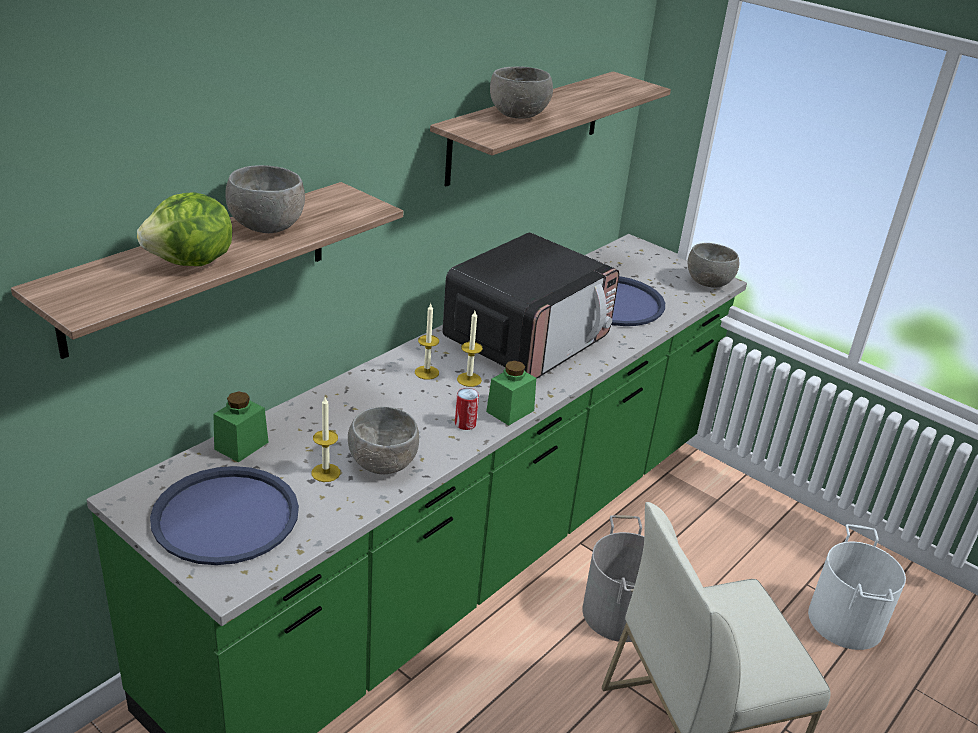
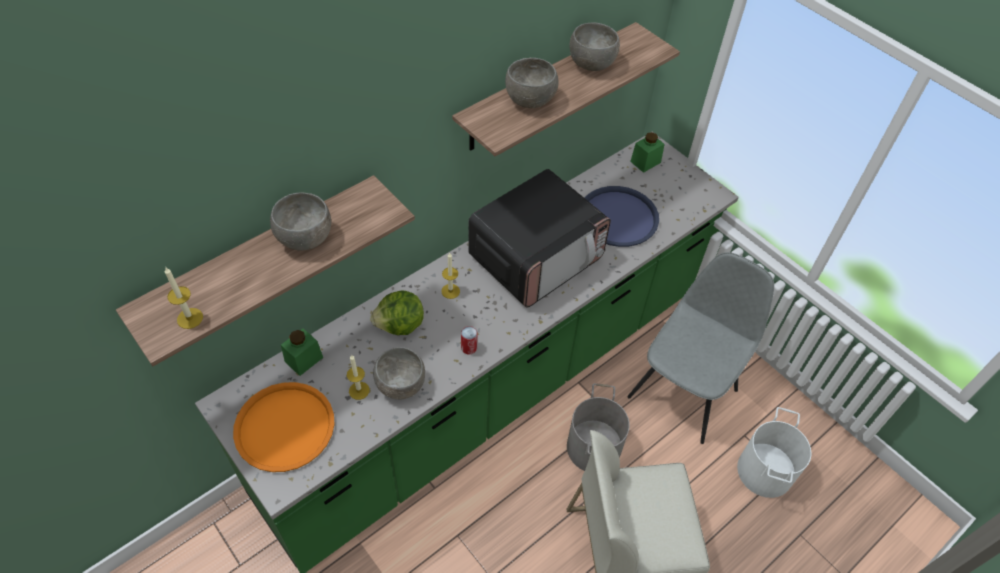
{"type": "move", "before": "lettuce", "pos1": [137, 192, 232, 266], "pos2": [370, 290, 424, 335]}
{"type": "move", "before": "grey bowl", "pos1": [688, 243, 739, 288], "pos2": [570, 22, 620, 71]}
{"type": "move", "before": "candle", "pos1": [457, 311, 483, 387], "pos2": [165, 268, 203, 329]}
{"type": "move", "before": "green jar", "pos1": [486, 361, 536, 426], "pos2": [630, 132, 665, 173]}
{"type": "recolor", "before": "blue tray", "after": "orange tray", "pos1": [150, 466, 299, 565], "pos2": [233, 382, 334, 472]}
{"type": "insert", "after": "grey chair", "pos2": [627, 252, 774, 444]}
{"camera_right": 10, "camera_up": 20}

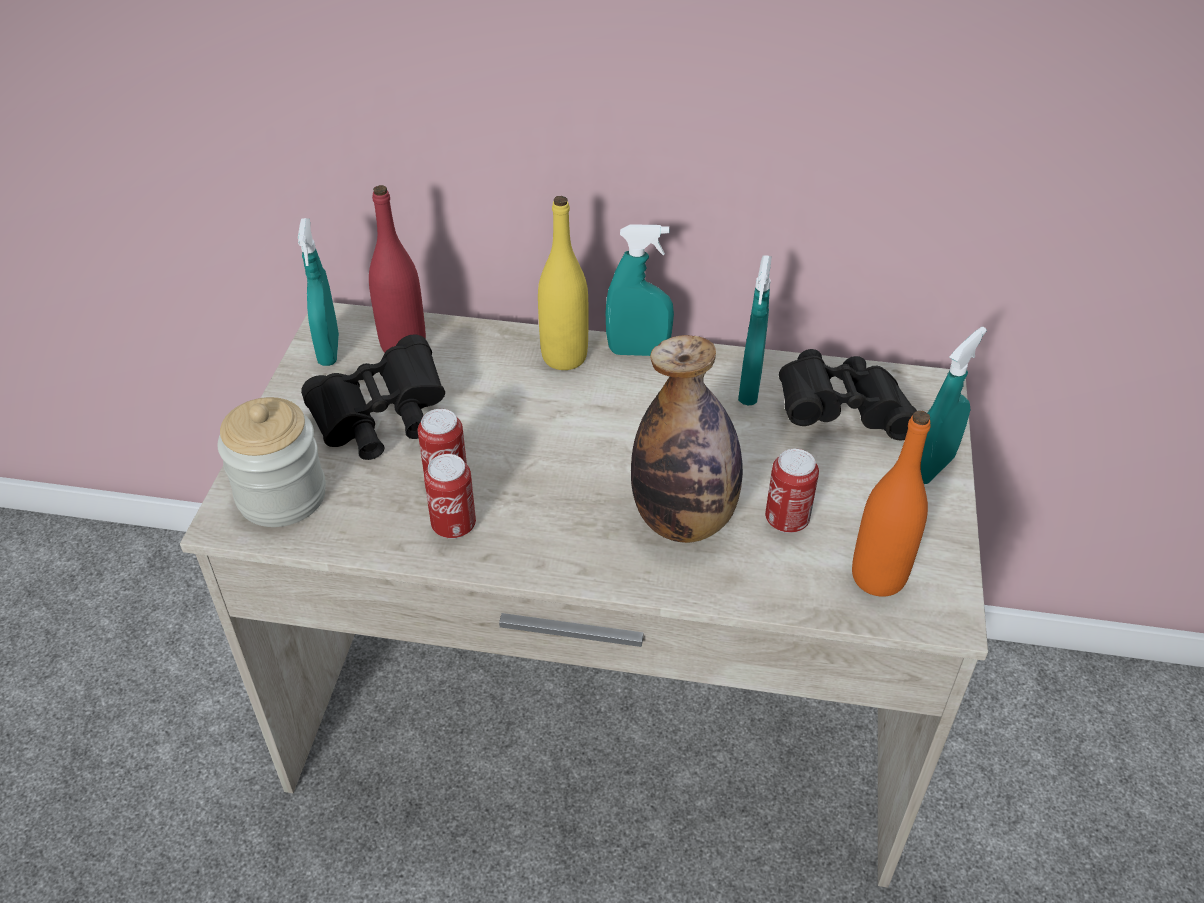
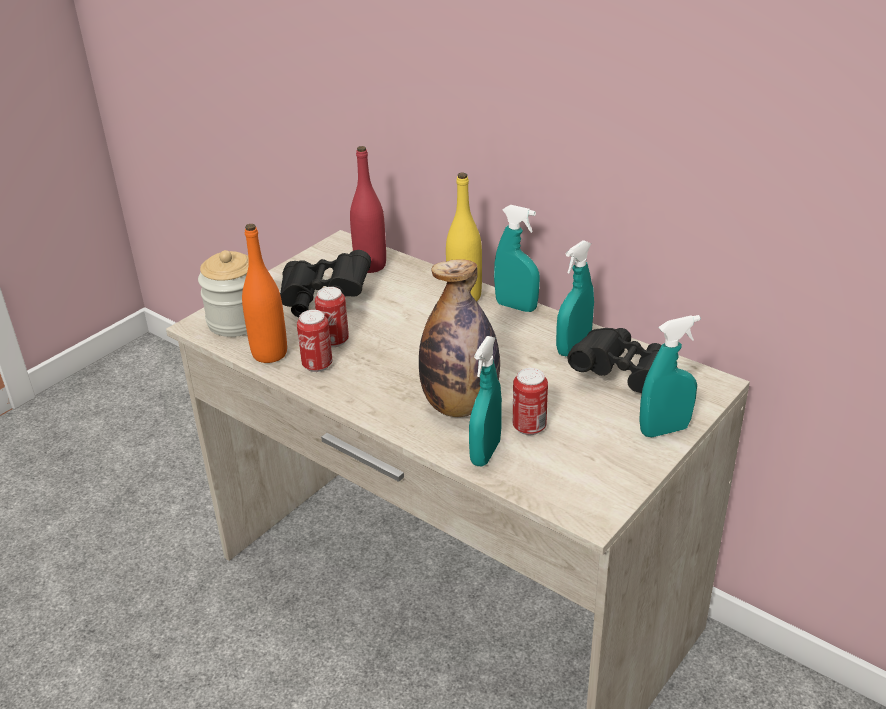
{"type": "move", "before": "turquoise spray bottle", "pos1": [298, 218, 339, 366], "pos2": [469, 336, 502, 466]}
{"type": "move", "before": "orange bottle", "pos1": [852, 411, 931, 597], "pos2": [242, 224, 287, 363]}
{"camera_right": 30, "camera_up": -10}

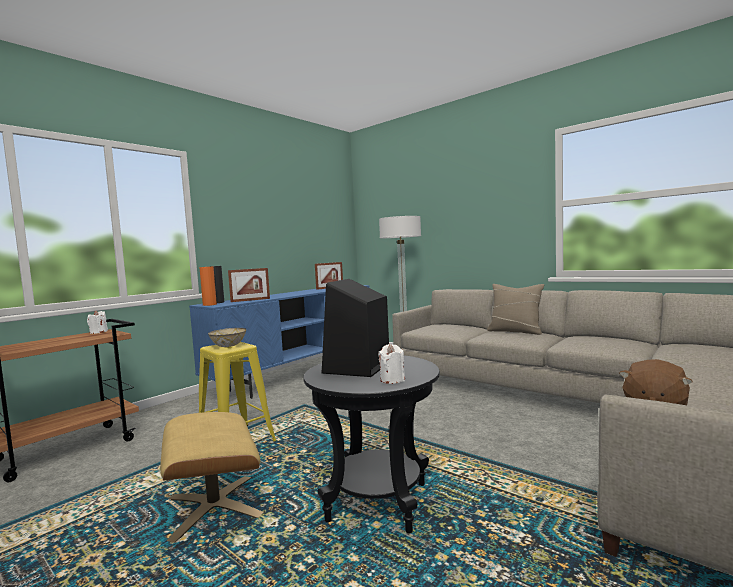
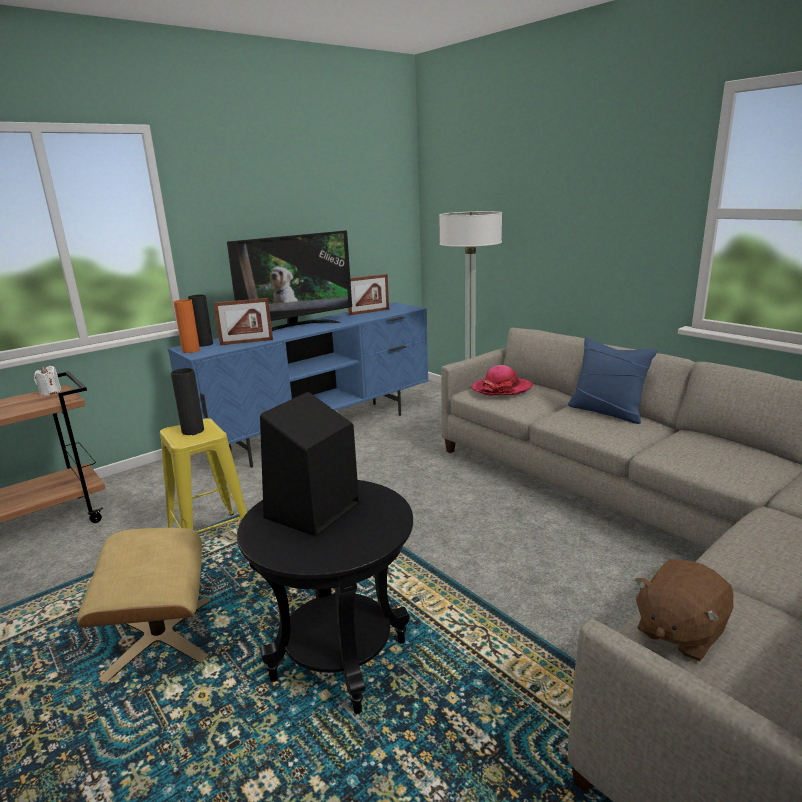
{"type": "recolor", "before": "beige pillow", "after": "blue pillow", "pos1": [487, 284, 544, 335], "pos2": [568, 338, 657, 424]}
{"type": "replace", "before": "bowl", "after": "black vase", "pos1": [208, 328, 246, 347], "pos2": [171, 368, 204, 435]}
{"type": "delete", "before": "white candle", "pos1": [378, 344, 405, 384]}
{"type": "insert", "after": "television", "pos2": [227, 231, 352, 331]}
{"type": "insert", "after": "hat", "pos2": [471, 365, 533, 396]}
{"camera_right": 10, "camera_up": 15}

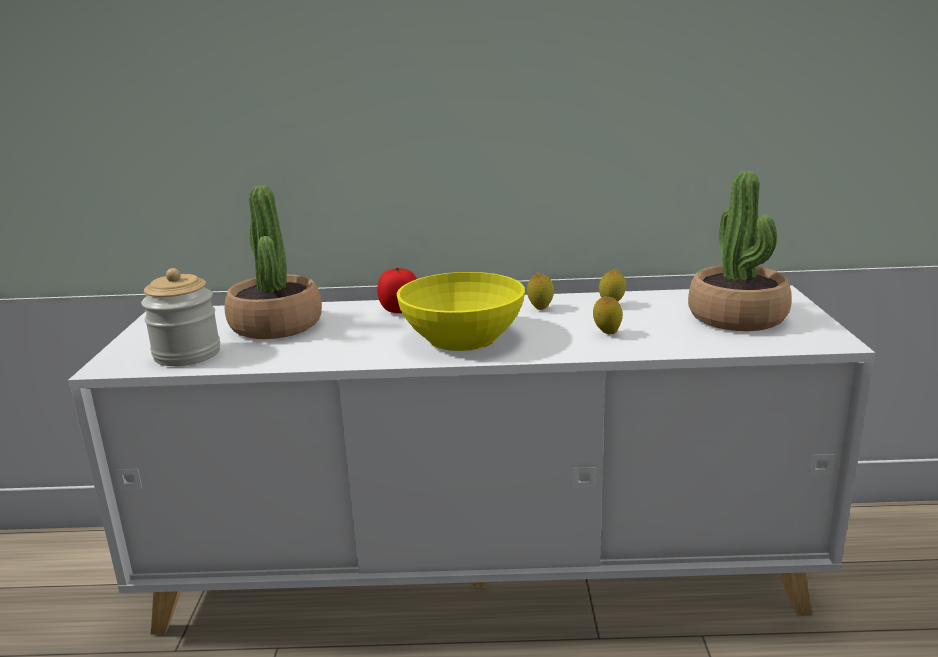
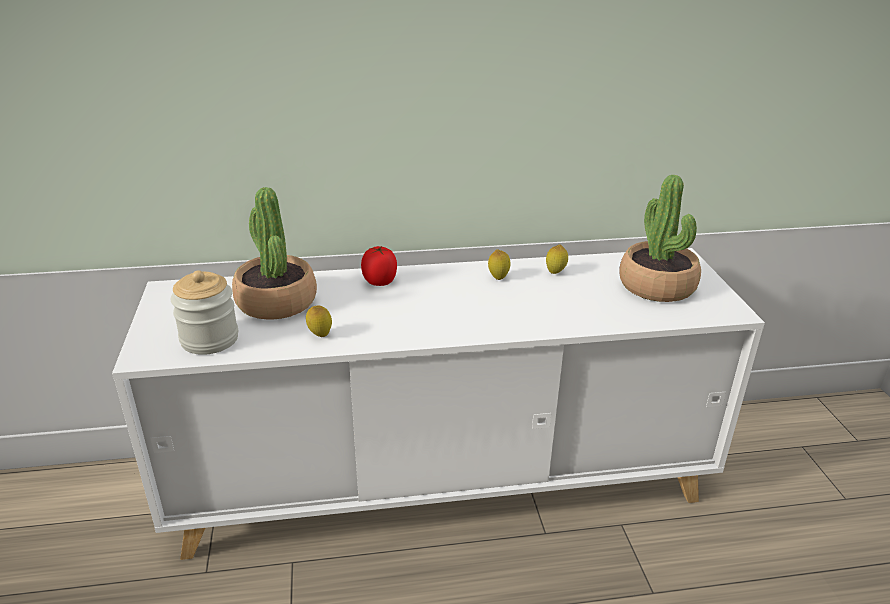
{"type": "delete", "before": "yellow bowl", "pos1": [397, 272, 525, 351]}
{"type": "move", "before": "lemon", "pos1": [593, 297, 623, 334], "pos2": [306, 305, 332, 337]}
{"camera_right": -10, "camera_up": 10}

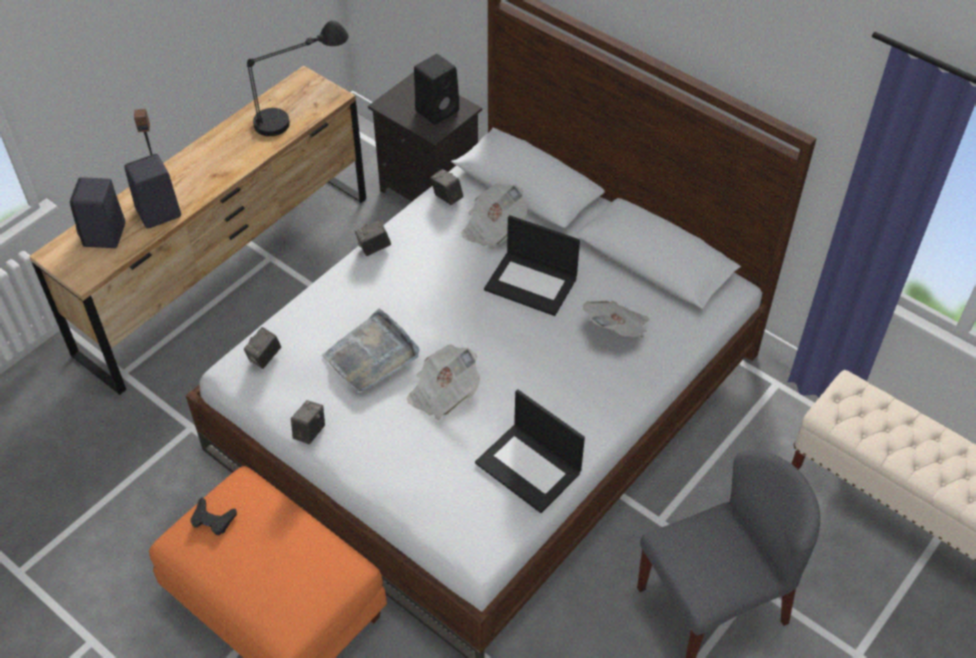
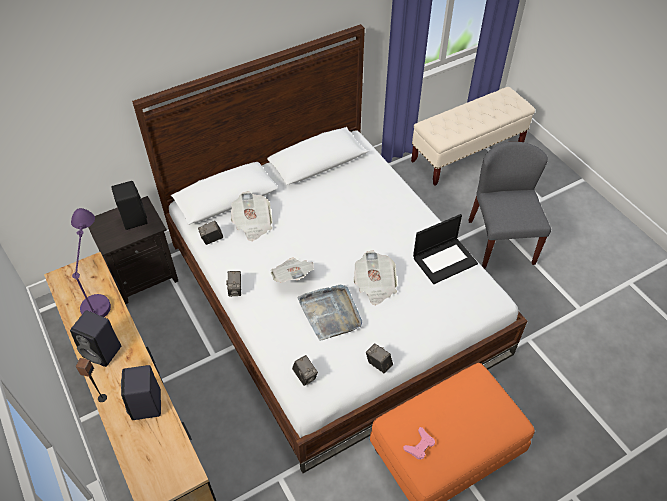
{"type": "recolor", "before": "black table lamp", "after": "purple table lamp", "pos1": [247, 20, 349, 136], "pos2": [71, 208, 111, 317]}
{"type": "move", "before": "black speaker", "pos1": [70, 177, 125, 248], "pos2": [70, 310, 121, 367]}
{"type": "delete", "before": "laptop", "pos1": [484, 215, 580, 316]}
{"type": "move", "before": "newspaper", "pos1": [583, 300, 649, 338], "pos2": [271, 258, 314, 282]}
{"type": "recolor", "before": "black game controller", "after": "pink game controller", "pos1": [190, 497, 237, 535], "pos2": [403, 427, 435, 460]}
{"camera_right": -70, "camera_up": 0}

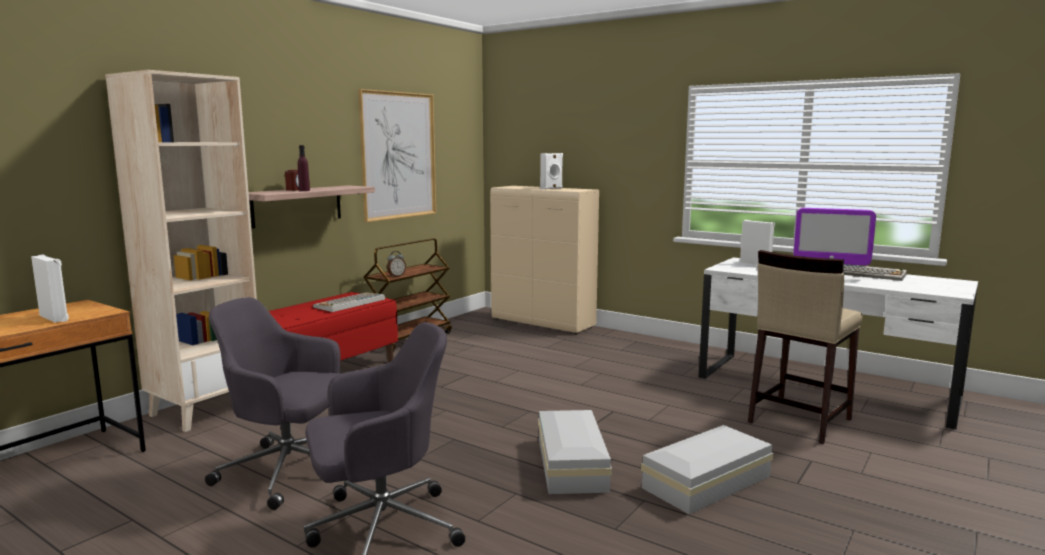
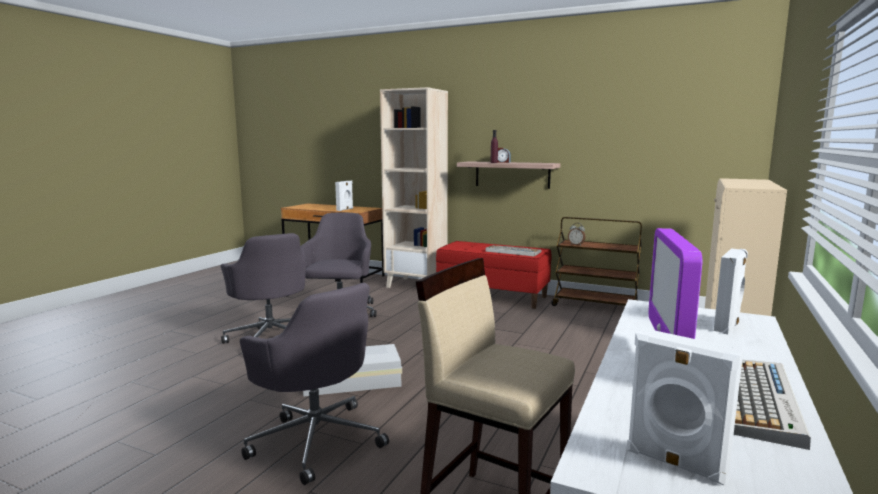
{"type": "delete", "before": "picture", "pos1": [358, 89, 436, 222]}
{"type": "move", "before": "white speaker", "pos1": [540, 153, 563, 189], "pos2": [627, 328, 743, 486]}
{"type": "replace", "before": "white storage box", "after": "grey office chair", "pos1": [641, 425, 773, 514], "pos2": [240, 283, 389, 485]}
{"camera_right": 80, "camera_up": 0}

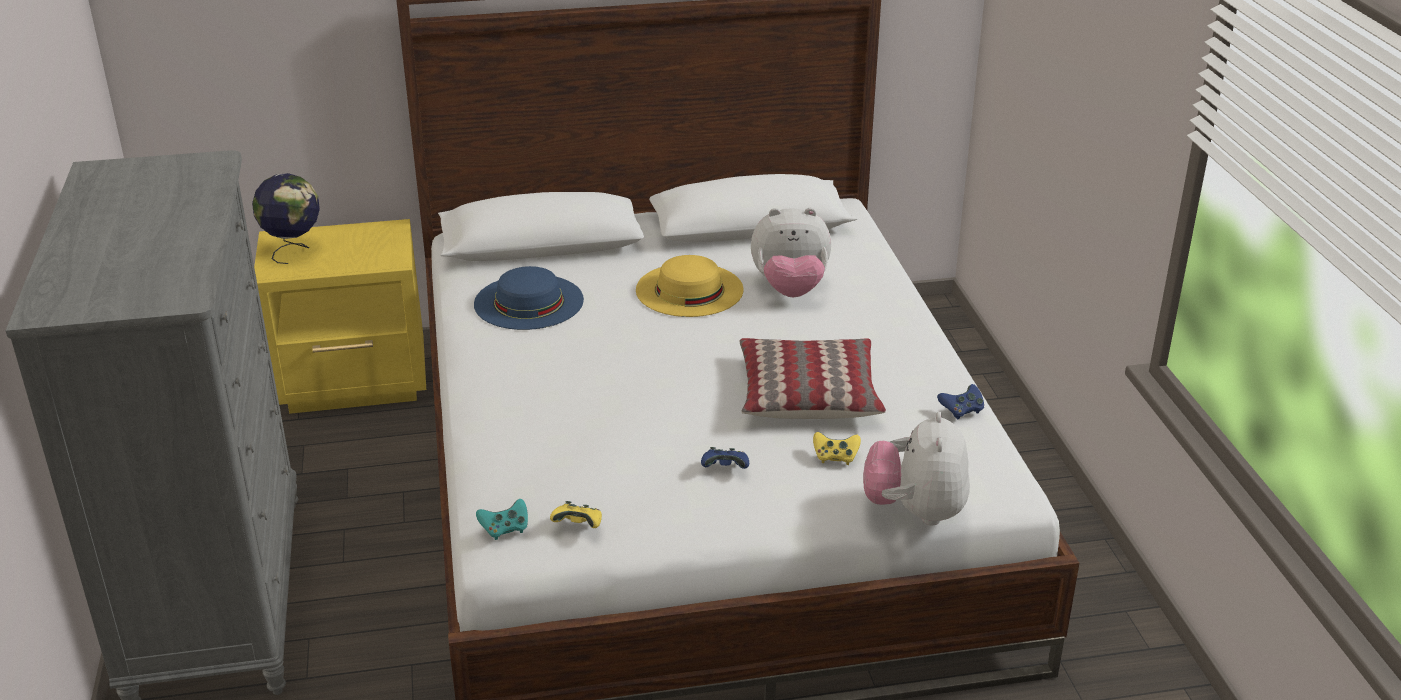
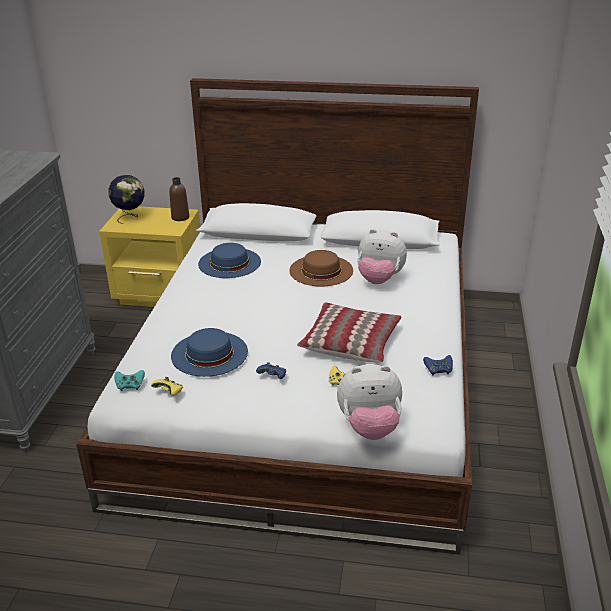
{"type": "recolor", "before": "yellow hat", "after": "brown hat", "pos1": [636, 255, 744, 317], "pos2": [289, 250, 353, 287]}
{"type": "rotate", "before": "plush toy", "pos1": [864, 412, 970, 525], "pos2": [337, 364, 402, 440], "turn": -120}
{"type": "insert", "after": "brown bottle", "pos2": [169, 177, 189, 221]}
{"type": "insert", "after": "blue hat", "pos2": [171, 328, 248, 377]}
{"camera_right": 20, "camera_up": 0}

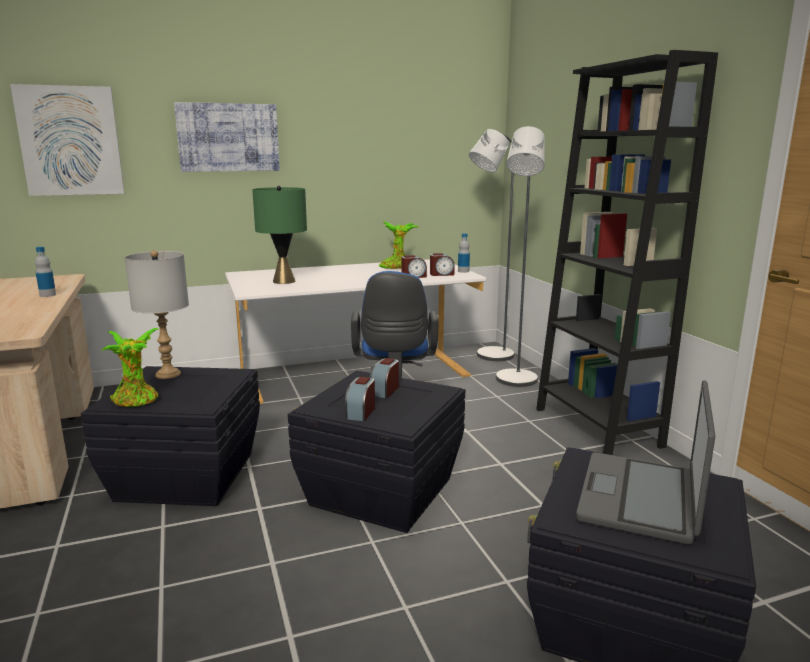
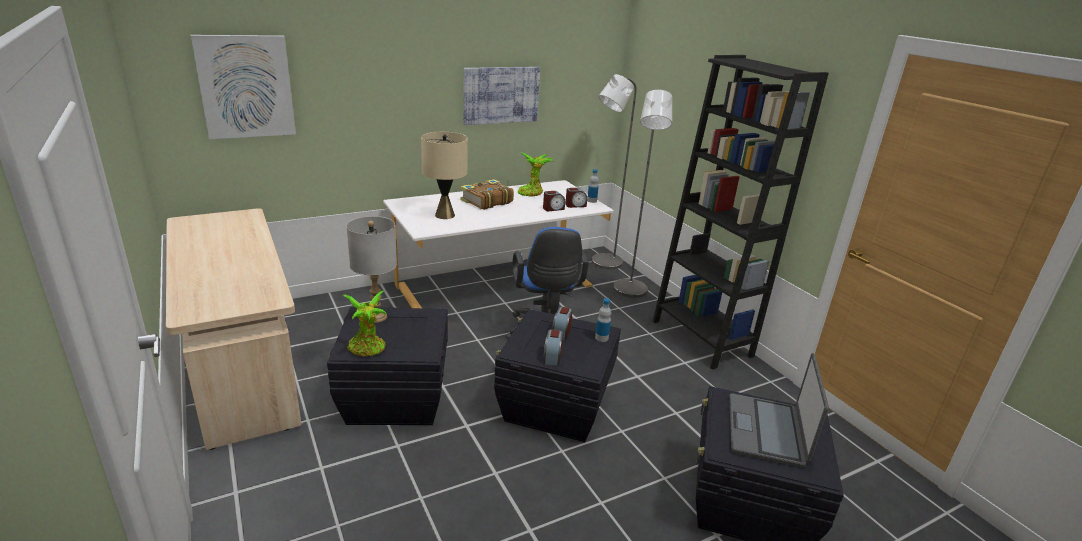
{"type": "move", "before": "picture", "pos1": [174, 102, 280, 172], "pos2": [463, 67, 540, 125]}
{"type": "recolor", "before": "green table lamp", "after": "beige table lamp", "pos1": [252, 186, 307, 284], "pos2": [421, 132, 468, 219]}
{"type": "move", "before": "bottle", "pos1": [35, 247, 56, 297], "pos2": [595, 298, 611, 342]}
{"type": "insert", "after": "book", "pos2": [460, 179, 514, 210]}
{"camera_right": -10, "camera_up": 10}

